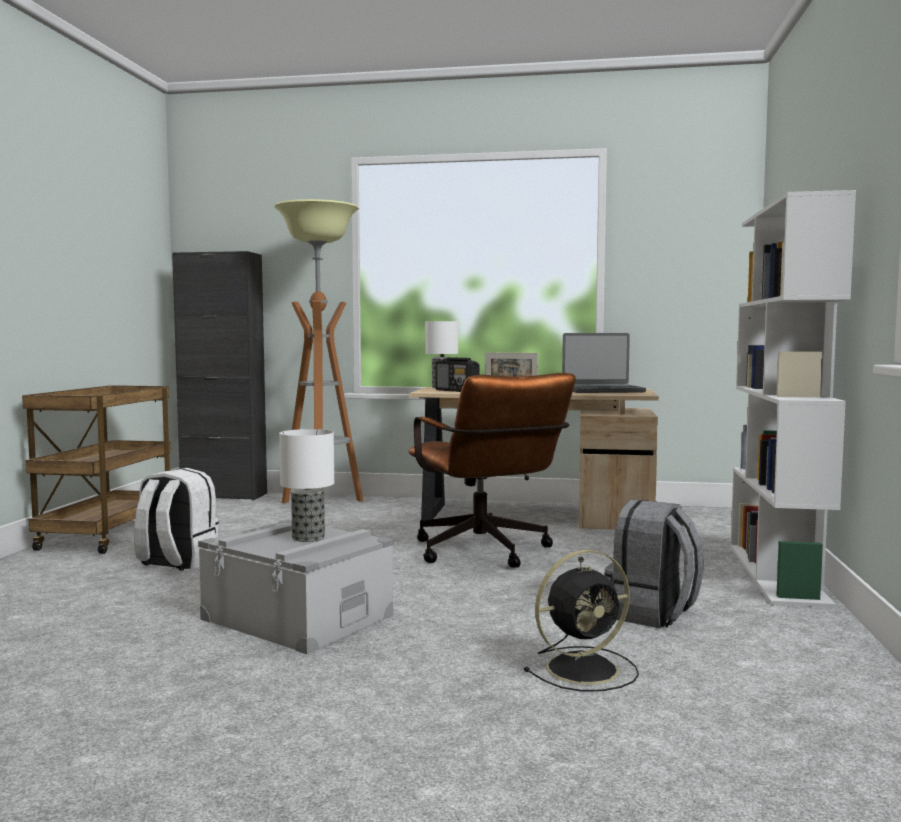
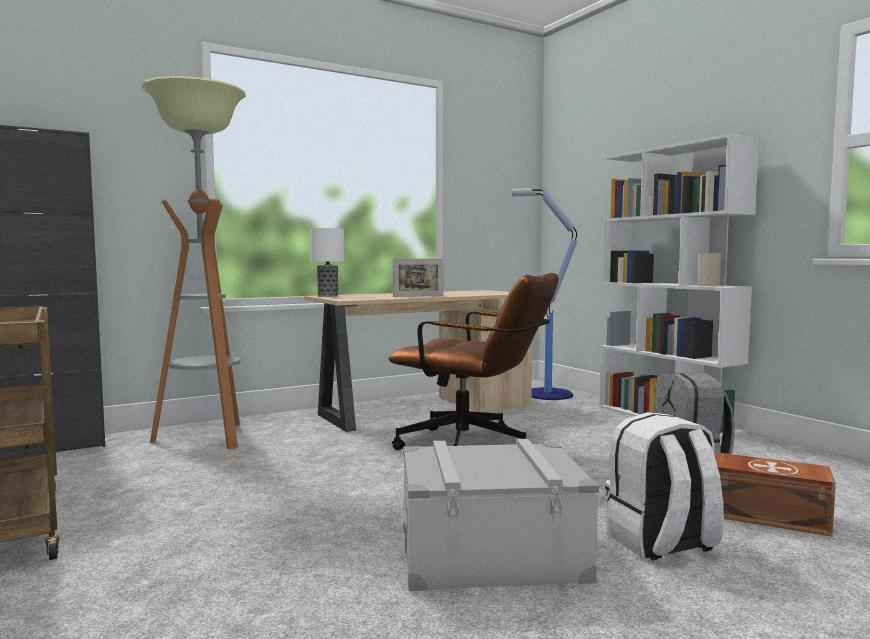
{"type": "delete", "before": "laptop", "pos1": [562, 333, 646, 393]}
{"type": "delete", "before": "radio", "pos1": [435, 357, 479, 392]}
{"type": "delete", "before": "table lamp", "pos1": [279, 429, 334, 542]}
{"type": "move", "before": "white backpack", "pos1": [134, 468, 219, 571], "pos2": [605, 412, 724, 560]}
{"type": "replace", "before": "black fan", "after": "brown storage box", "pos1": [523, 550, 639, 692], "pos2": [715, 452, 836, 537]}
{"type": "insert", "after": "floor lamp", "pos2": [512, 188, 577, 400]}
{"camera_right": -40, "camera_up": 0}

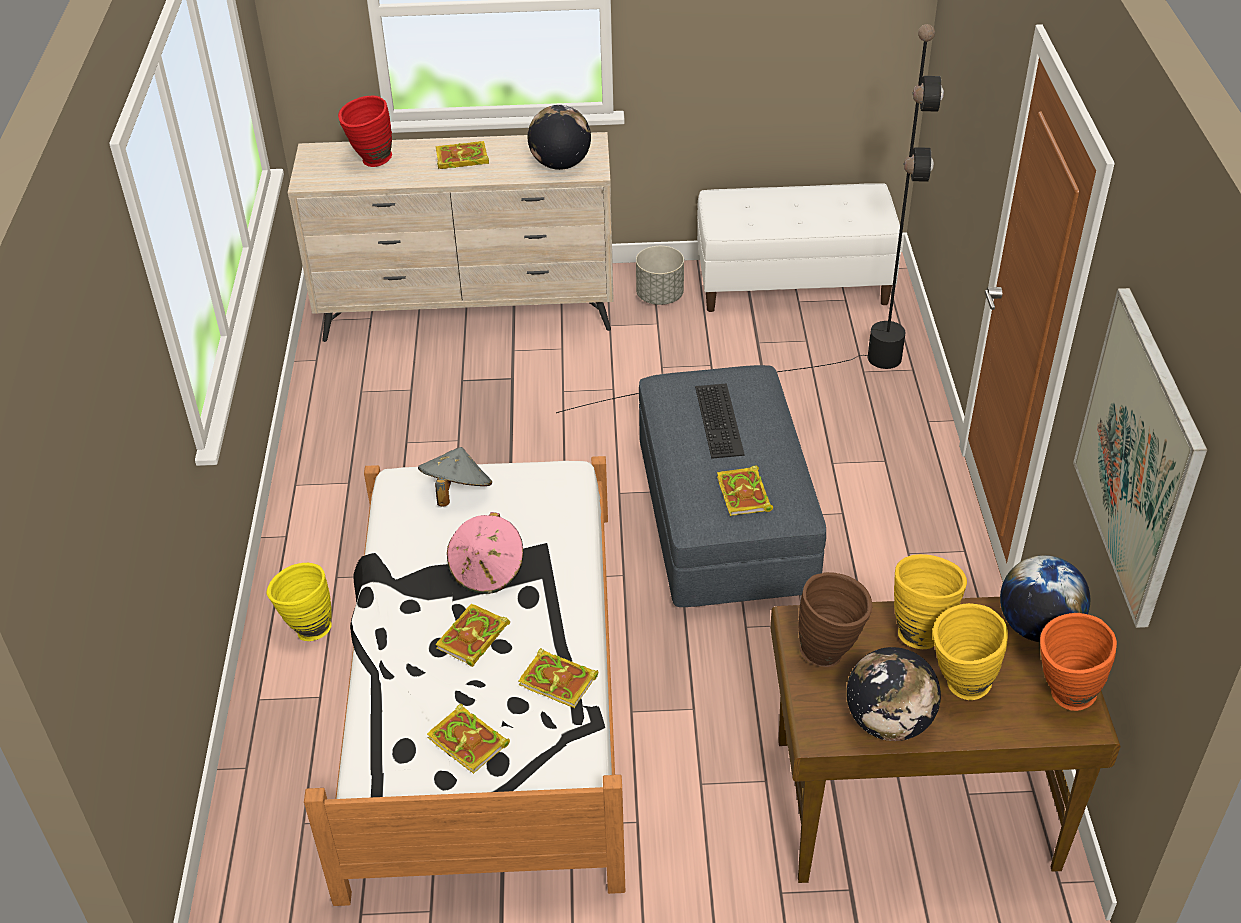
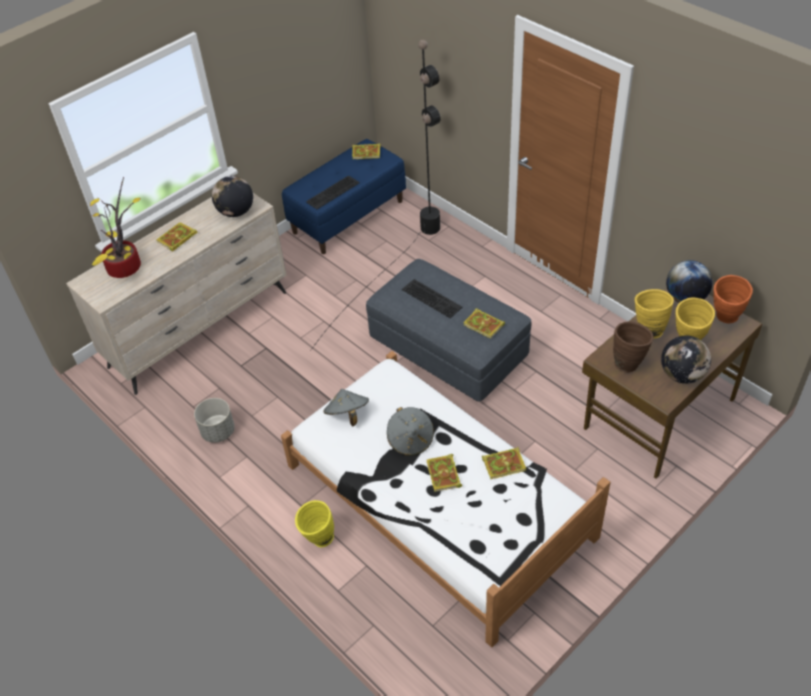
{"type": "replace", "before": "red vase", "after": "potted plant", "pos1": [338, 96, 392, 167], "pos2": [90, 177, 141, 278]}
{"type": "recolor", "before": "white bench", "after": "blue bench", "pos1": [697, 183, 902, 312], "pos2": [282, 139, 406, 254]}
{"type": "move", "before": "grey planter", "pos1": [636, 246, 684, 305], "pos2": [194, 398, 235, 443]}
{"type": "delete", "before": "picture", "pos1": [1073, 288, 1207, 628]}
{"type": "recolor", "before": "pink hat", "after": "grey hat", "pos1": [447, 512, 523, 594], "pos2": [387, 407, 434, 456]}
{"type": "move", "before": "book", "pos1": [427, 704, 510, 774], "pos2": [352, 143, 381, 159]}
{"type": "insert", "after": "keyboard", "pos2": [306, 175, 360, 209]}
{"camera_right": -40, "camera_up": 5}

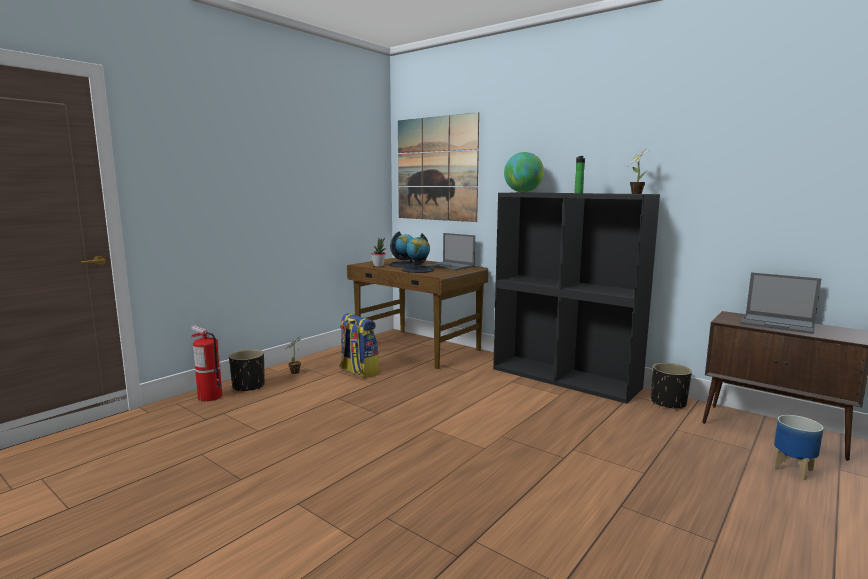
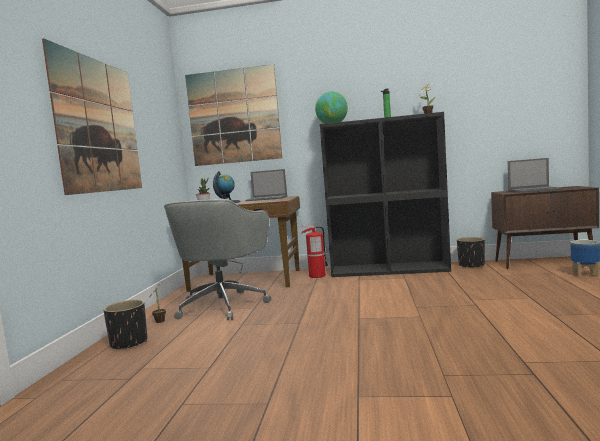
{"type": "delete", "before": "globe", "pos1": [402, 234, 434, 273]}
{"type": "replace", "before": "backpack", "after": "grey office chair", "pos1": [340, 313, 379, 378], "pos2": [164, 199, 271, 320]}
{"type": "move", "before": "fire extinguisher", "pos1": [191, 326, 222, 401], "pos2": [301, 225, 328, 278]}
{"type": "insert", "after": "picture", "pos2": [42, 38, 142, 195]}
{"camera_right": -30, "camera_up": -5}

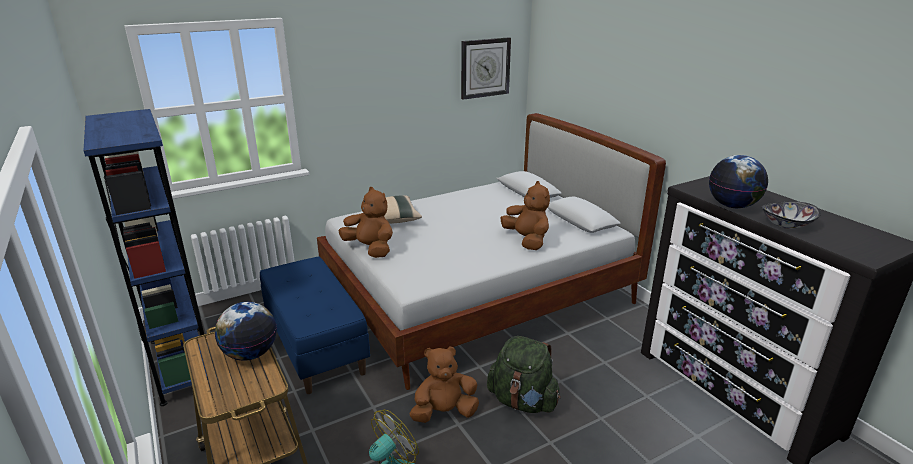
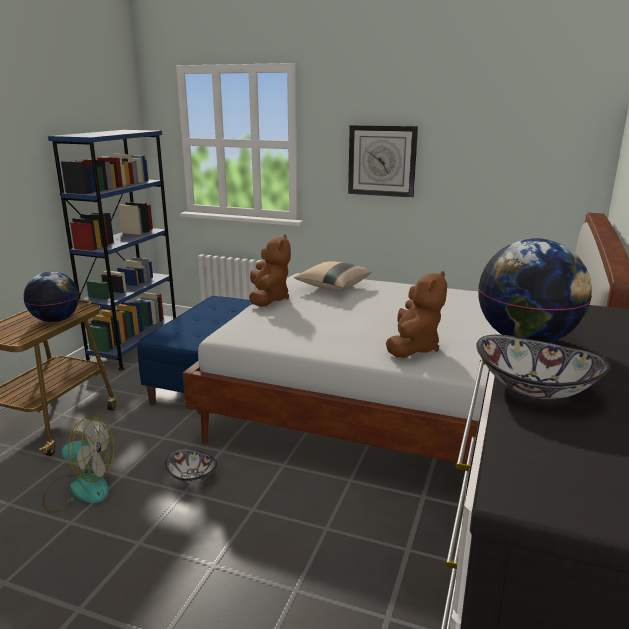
{"type": "move", "before": "wall clock", "pos1": [461, 37, 511, 100], "pos2": [348, 125, 418, 197]}
{"type": "delete", "before": "green backpack", "pos1": [487, 336, 561, 413]}
{"type": "replace", "before": "brown plush toy", "after": "bowl", "pos1": [409, 346, 479, 423], "pos2": [166, 449, 217, 483]}
{"camera_right": 50, "camera_up": -5}

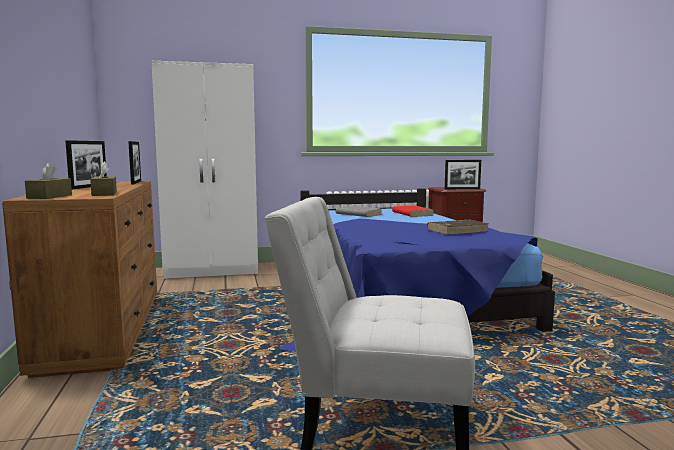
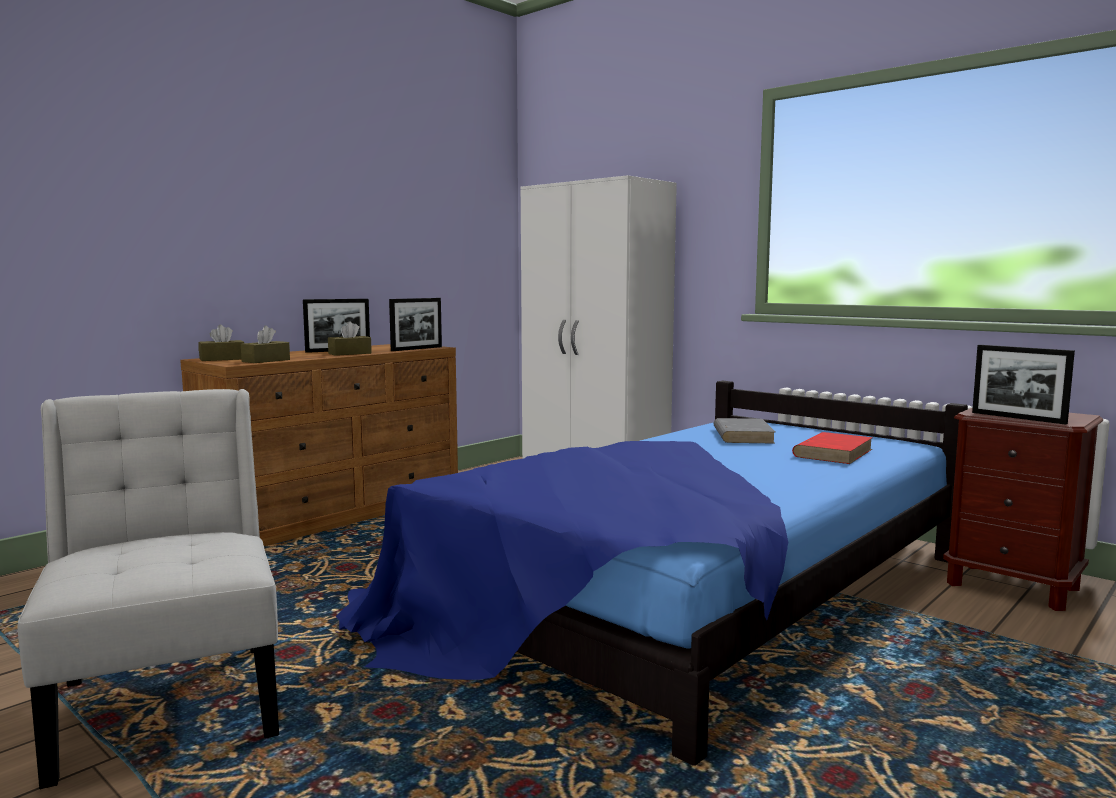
{"type": "delete", "before": "brown book", "pos1": [427, 220, 489, 235]}
{"type": "insert", "after": "brown tissue box", "pos2": [328, 321, 372, 356]}
{"camera_right": 55, "camera_up": 0}

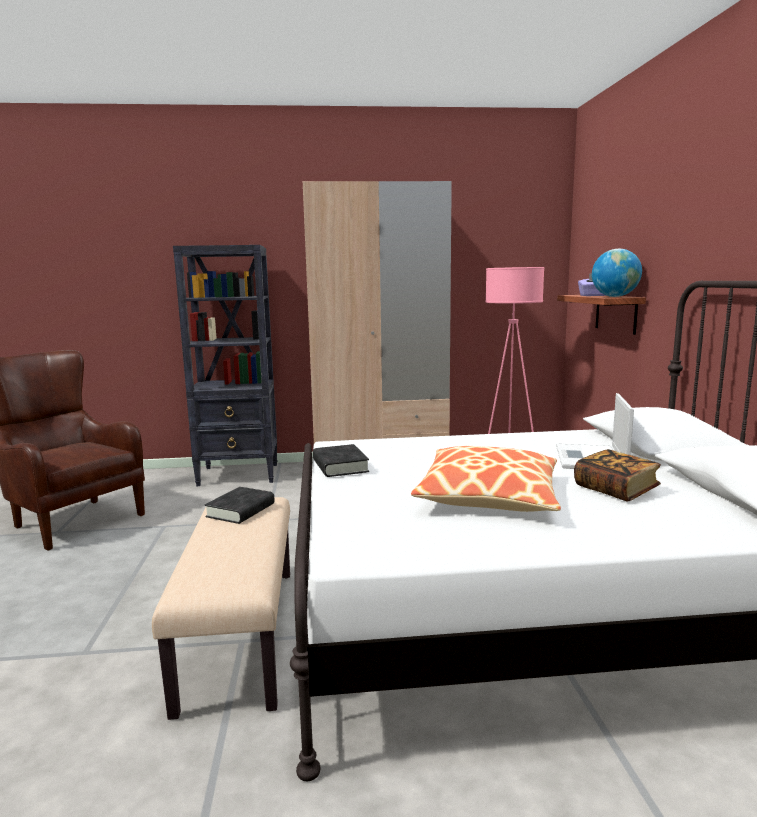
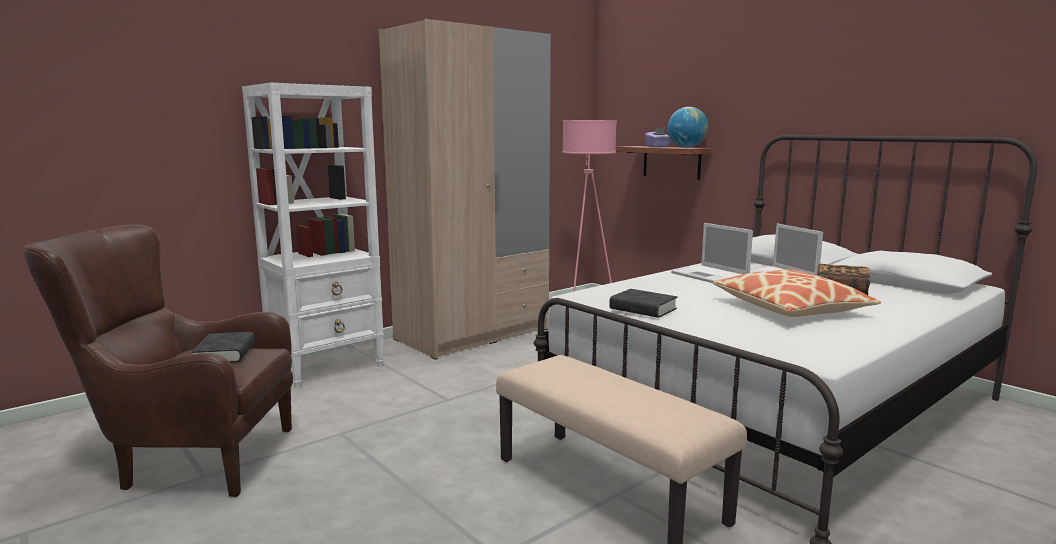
{"type": "recolor", "before": "black bookcase", "after": "white bookcase", "pos1": [173, 245, 278, 486], "pos2": [242, 83, 384, 388]}
{"type": "move", "before": "black book", "pos1": [205, 487, 275, 524], "pos2": [191, 332, 255, 363]}
{"type": "insert", "after": "laptop", "pos2": [671, 223, 753, 283]}
{"camera_right": -35, "camera_up": 0}

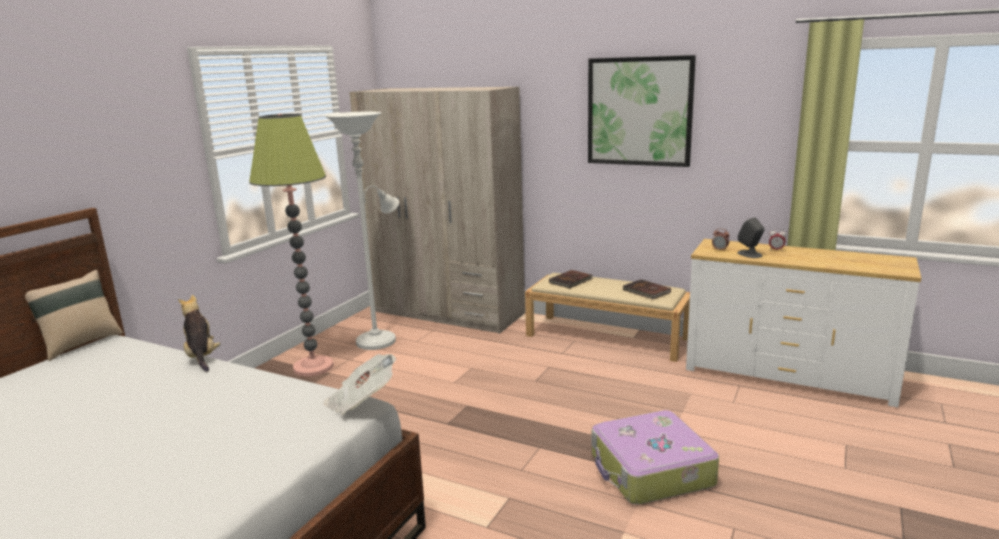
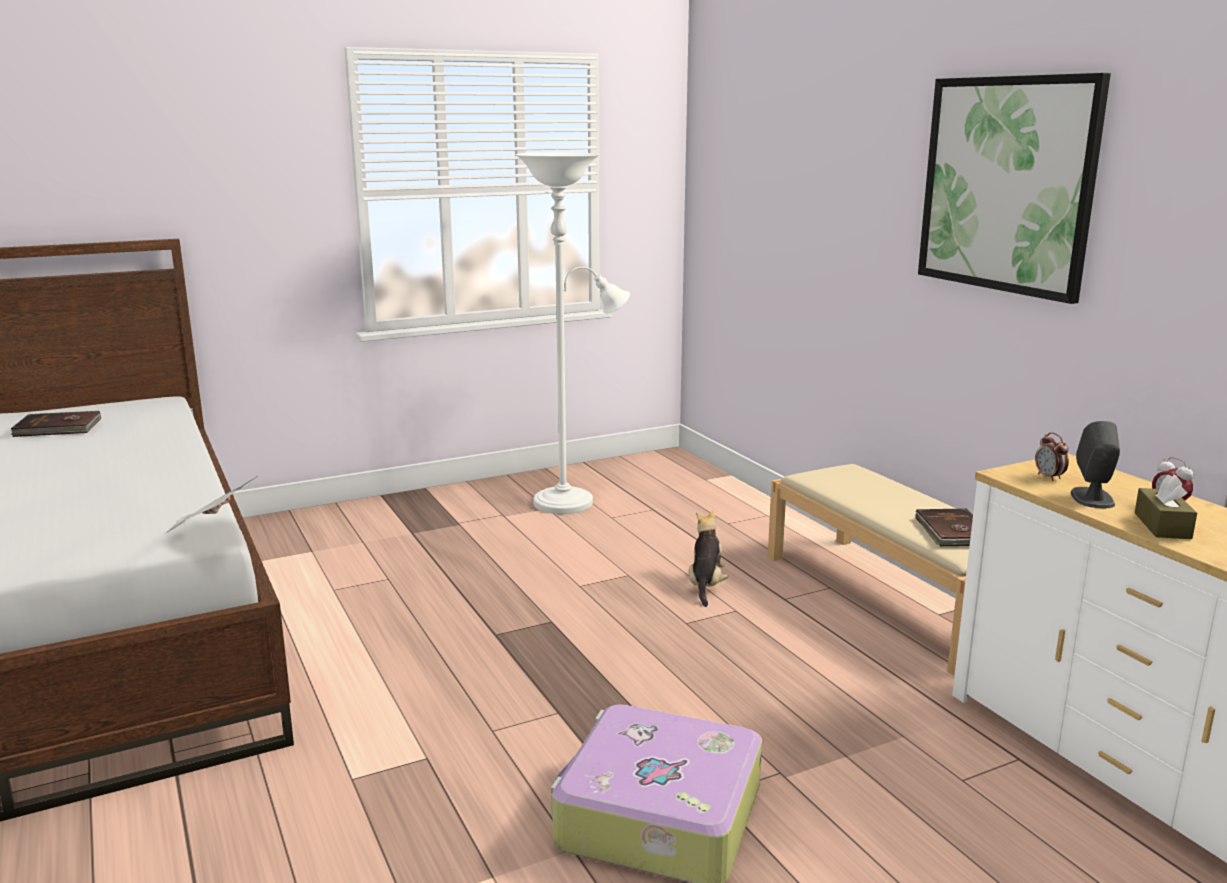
{"type": "delete", "before": "beige wardrobe", "pos1": [349, 87, 525, 334]}
{"type": "delete", "before": "floor lamp", "pos1": [249, 114, 334, 376]}
{"type": "delete", "before": "beige pillow", "pos1": [25, 270, 123, 361]}
{"type": "move", "before": "brown book", "pos1": [549, 270, 593, 288], "pos2": [10, 411, 102, 437]}
{"type": "move", "before": "plush toy", "pos1": [178, 295, 221, 372], "pos2": [688, 511, 728, 607]}
{"type": "insert", "after": "brown tissue box", "pos2": [1135, 474, 1197, 539]}
{"camera_right": 35, "camera_up": 0}

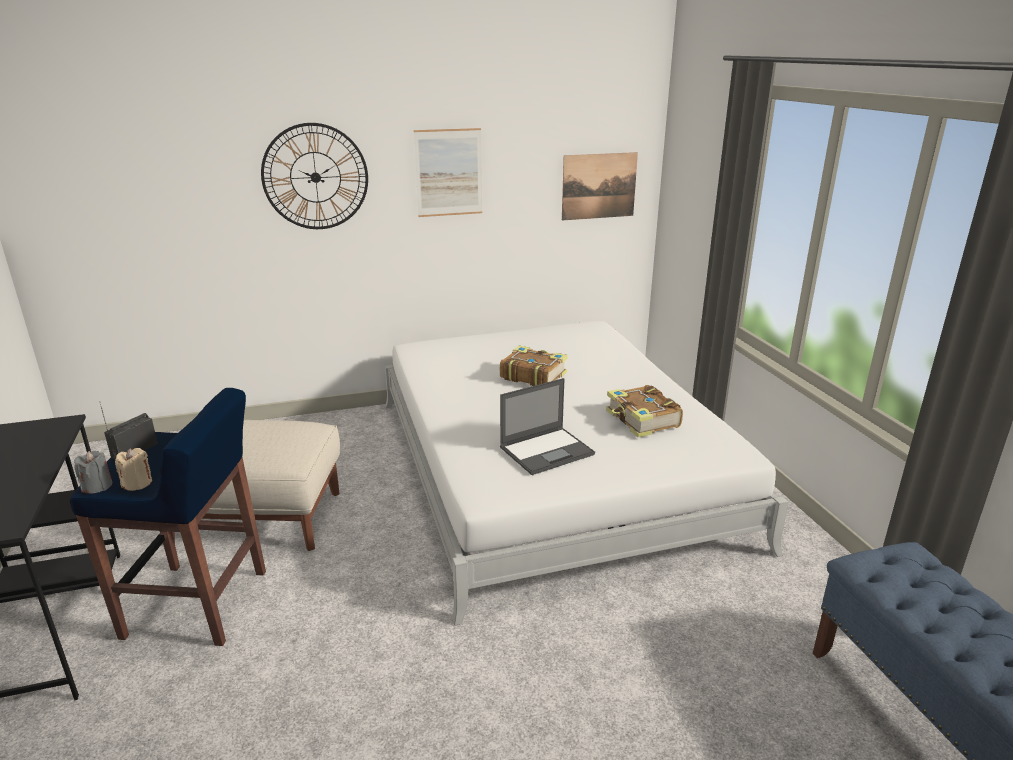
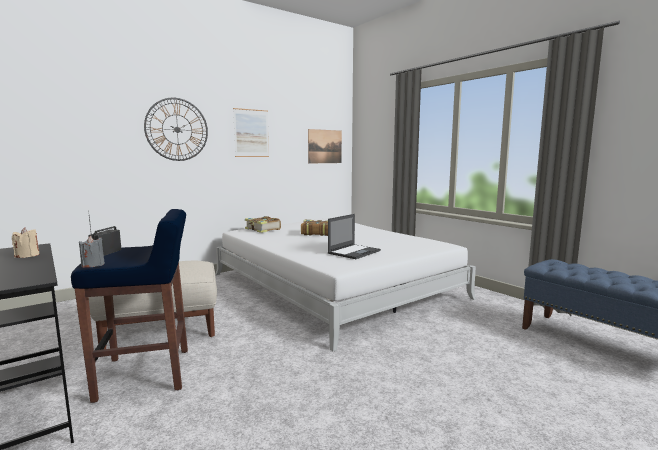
{"type": "move", "before": "book", "pos1": [606, 385, 683, 438], "pos2": [245, 216, 281, 233]}
{"type": "move", "before": "beige candle", "pos1": [115, 448, 152, 491], "pos2": [12, 227, 39, 258]}
{"camera_right": -20, "camera_up": -15}

